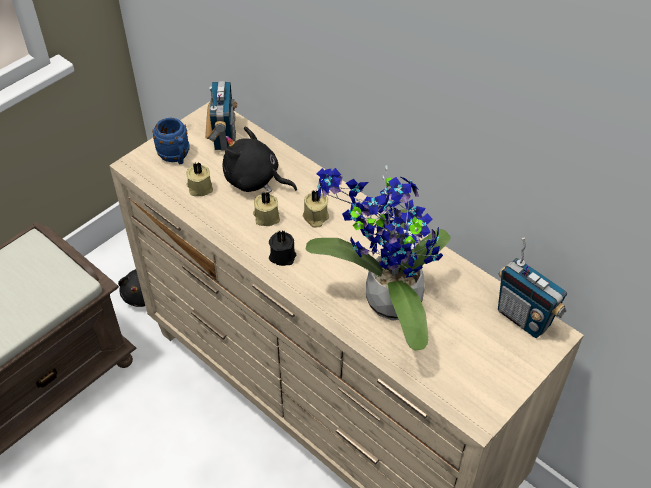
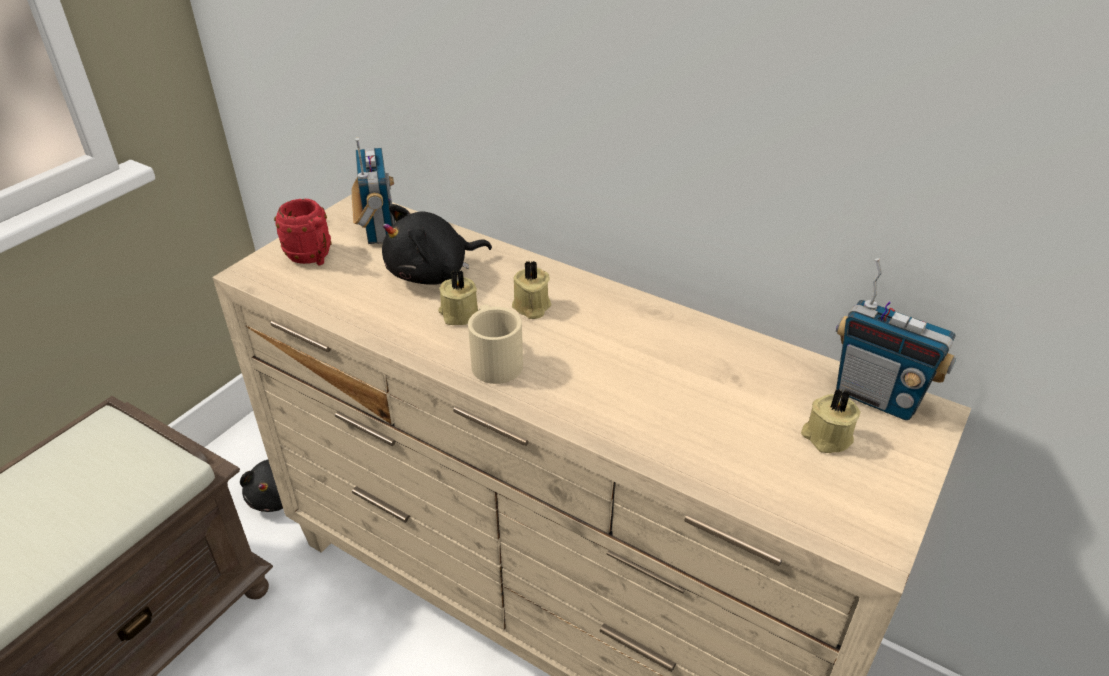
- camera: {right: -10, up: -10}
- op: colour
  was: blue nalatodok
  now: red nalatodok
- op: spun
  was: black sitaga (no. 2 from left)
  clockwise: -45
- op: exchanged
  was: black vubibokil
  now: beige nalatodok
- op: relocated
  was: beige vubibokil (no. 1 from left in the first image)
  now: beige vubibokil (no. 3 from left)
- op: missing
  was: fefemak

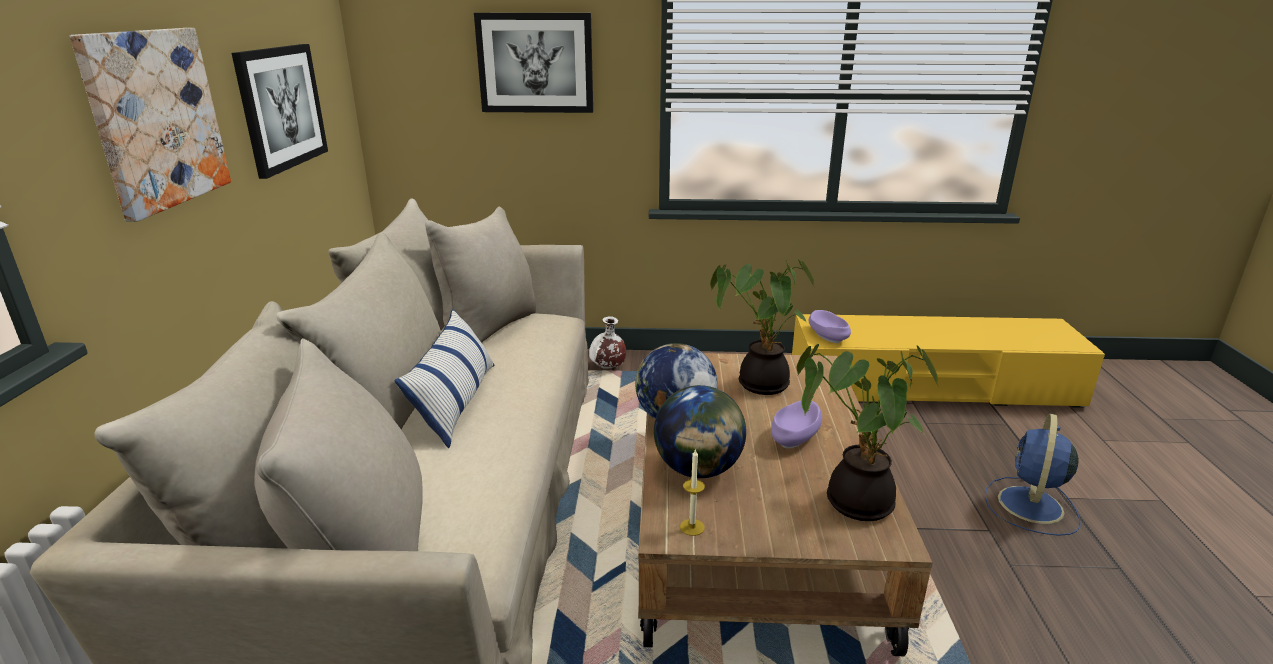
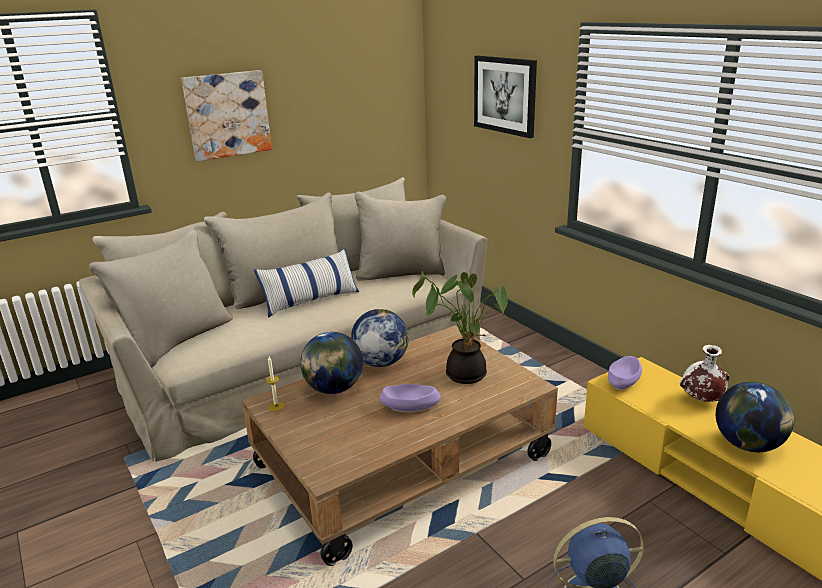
- camera: {right: 55, up: 0}
- op: relocated
  was: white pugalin
- op: appeared
  now: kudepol (no. 3 from left)
- op: missing
  was: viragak (no. 2 from left)
- op: missing
  was: fefemak (no. 2 from left)

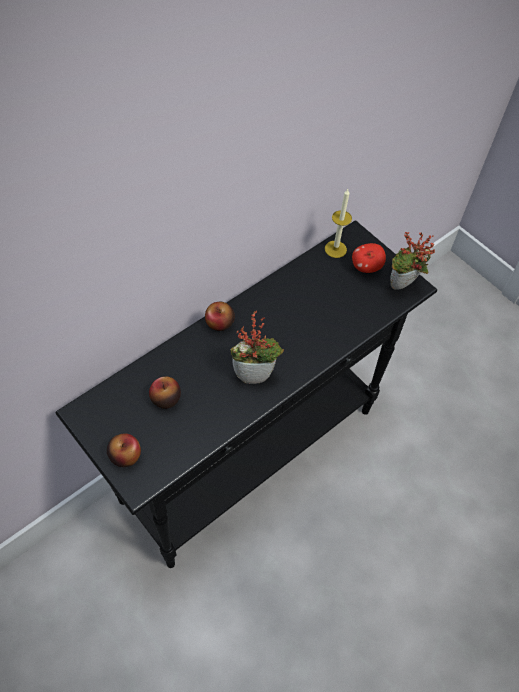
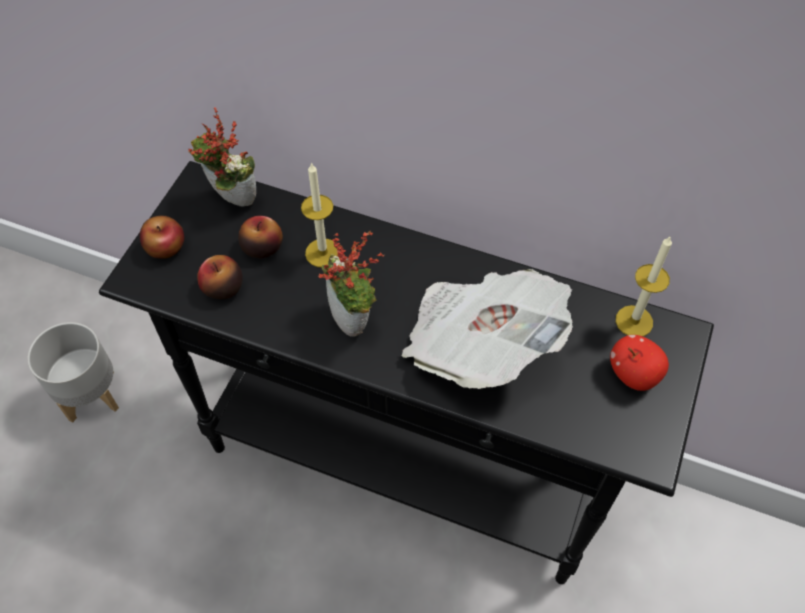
- camera: {right: 65, up: 0}
- op: appeared
  now: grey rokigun
- op: relocated
  was: fefemak (no. 2 from left in the first image)
  now: fefemak (no. 1 from left)
- op: relocated
  was: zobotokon (no. 3 from left in the first image)
  now: zobotokon (no. 2 from left)
- op: appeared
  now: vubibokil (no. 1 from left)
- op: appeared
  now: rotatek

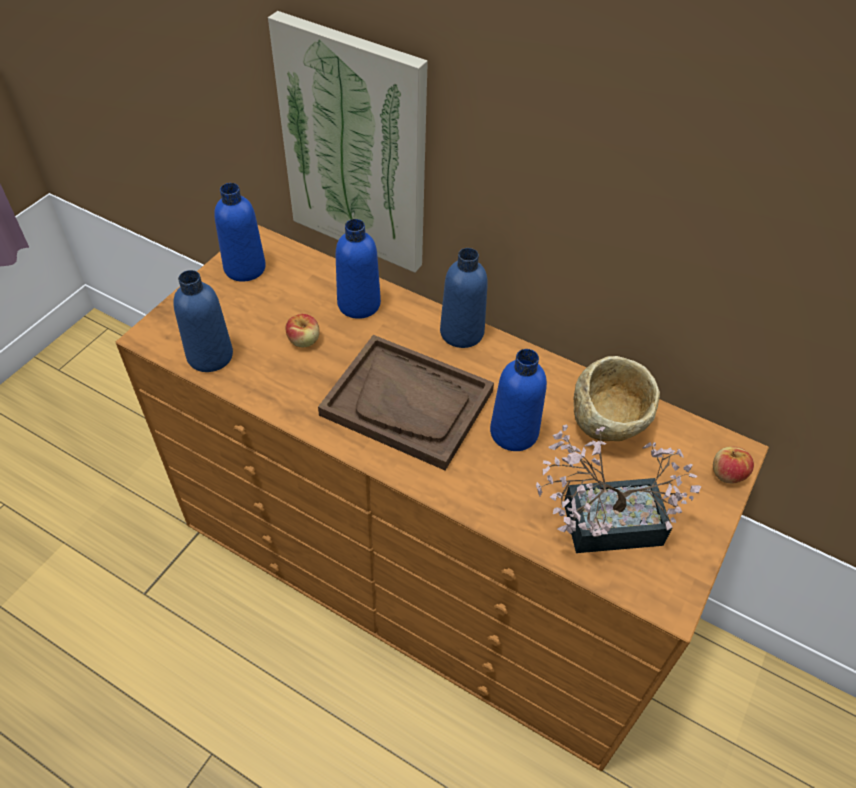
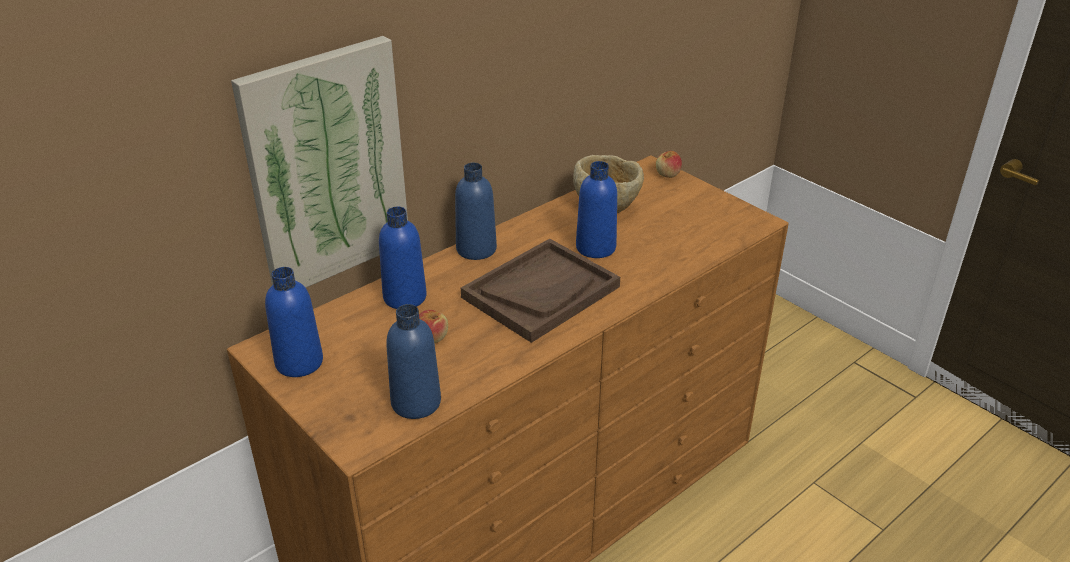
- camera: {right: -70, up: -15}
- op: missing
  was: fefemak

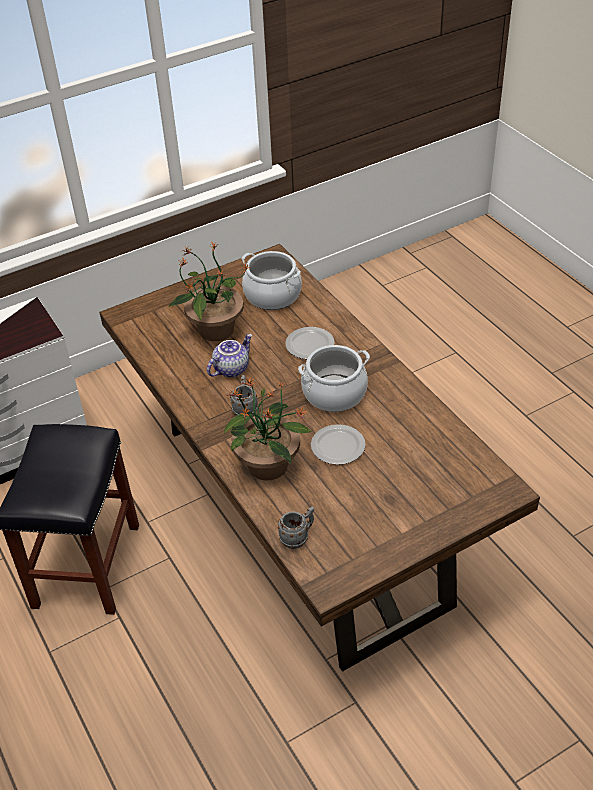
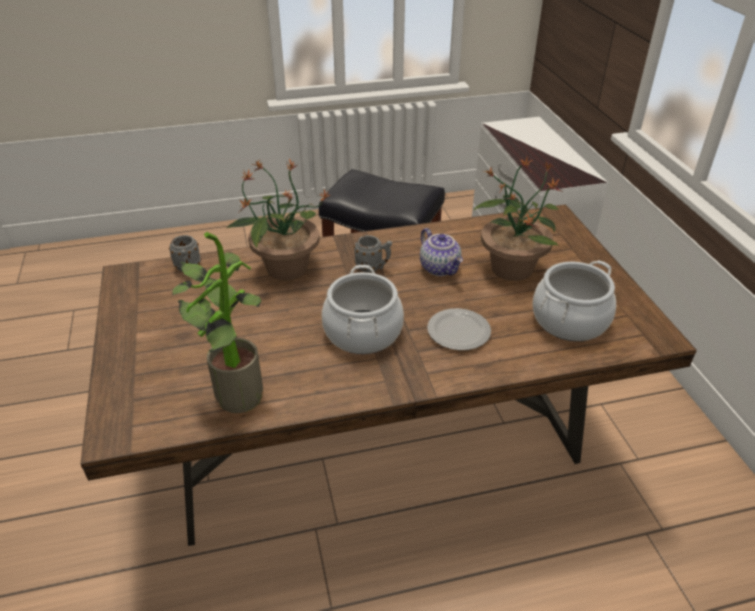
- camera: {right: 105, up: -5}
- op: appeared
  now: fefemak (no. 1 from left)
- op: missing
  was: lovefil (no. 2 from left)

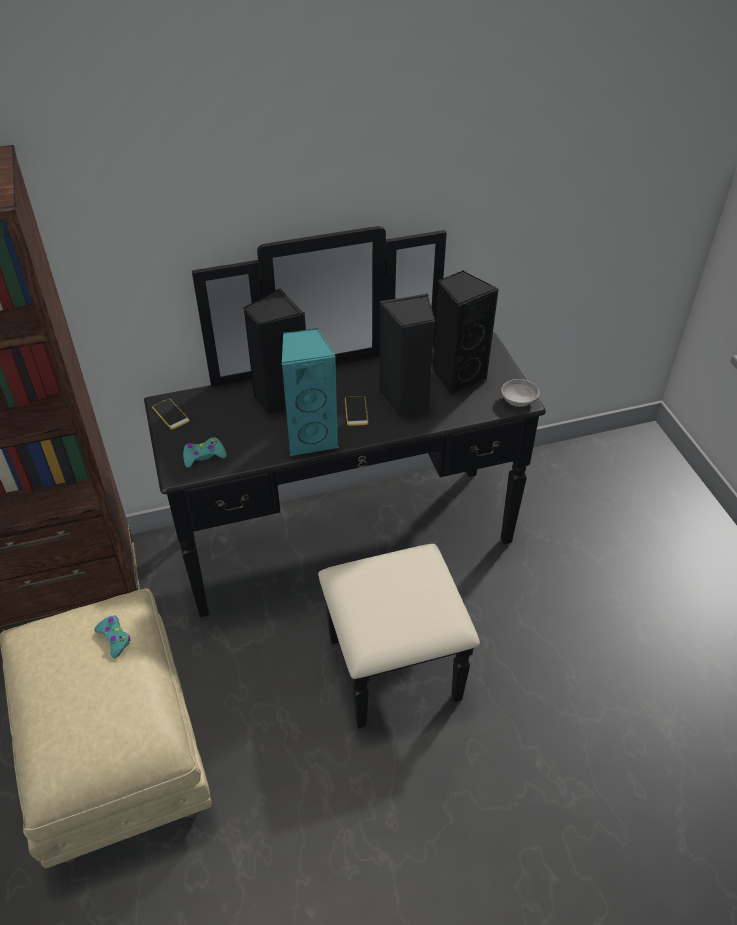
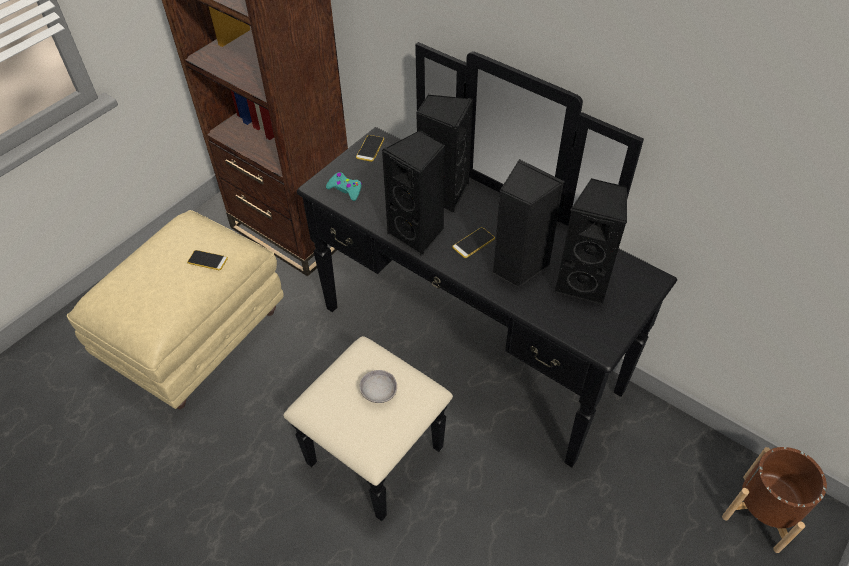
- camera: {right: 55, up: 5}
- op: exchanged
  was: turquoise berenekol (no. 1 from left)
  now: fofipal (no. 1 from left)
- op: relocated
  was: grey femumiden
- op: colour
  was: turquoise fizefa
  now: black fizefa (no. 1 from left)
- op: appeared
  now: brown rokigun

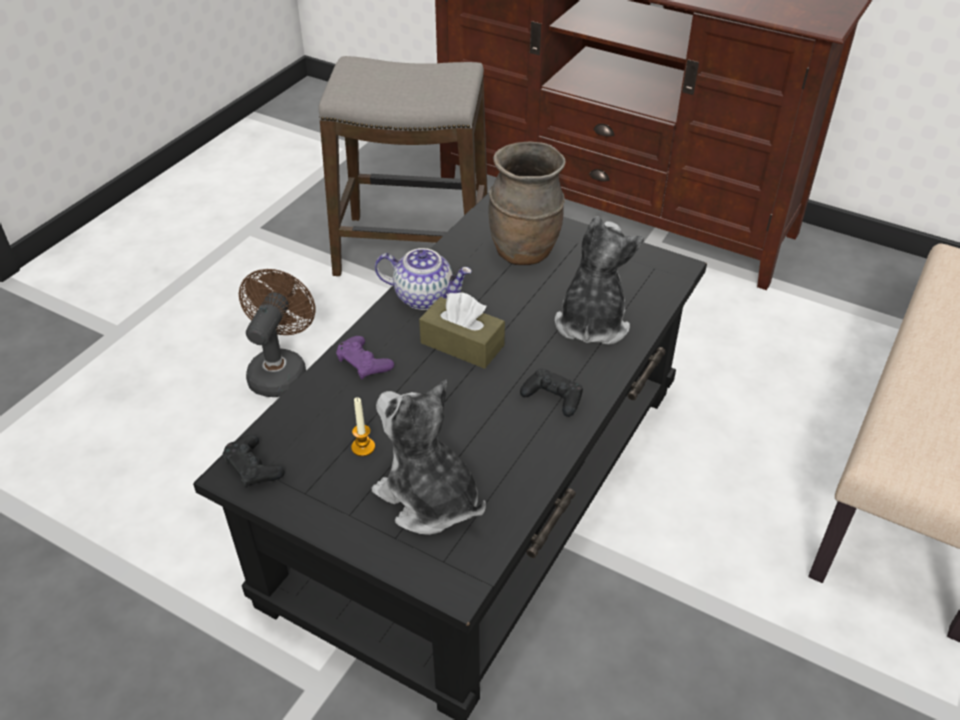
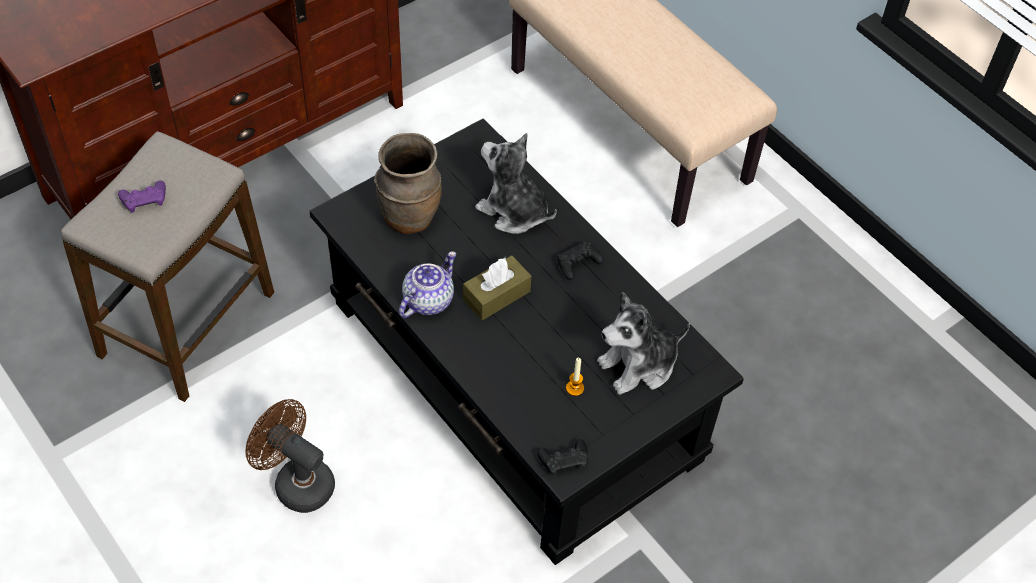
- camera: {right: -70, up: 10}
- op: relocated
  was: purple berenekol

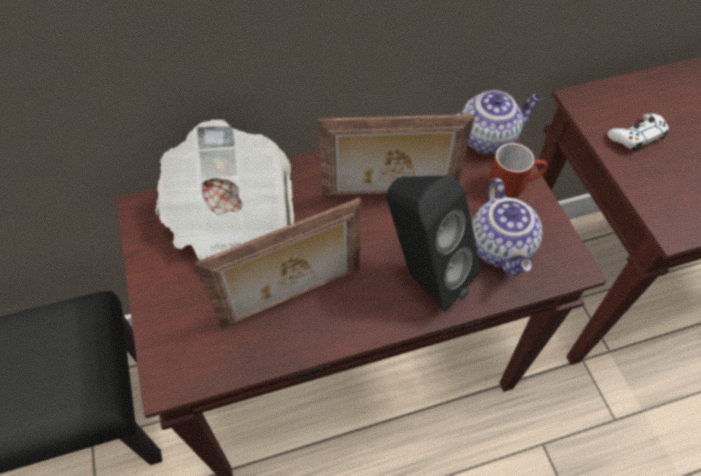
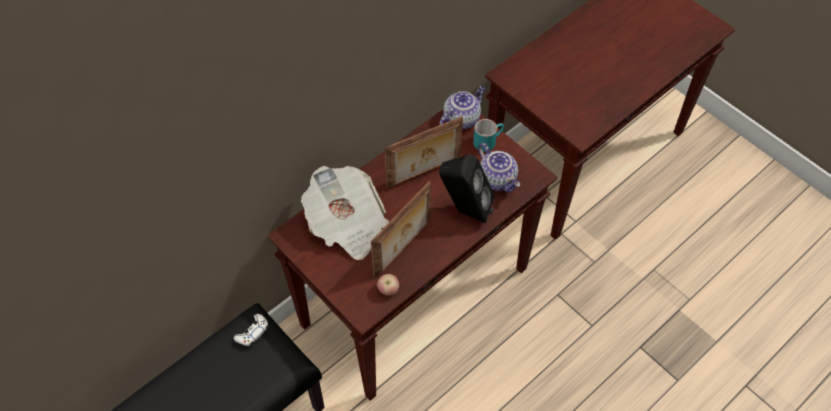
- camera: {right: -25, up: 0}
- op: relocated
  was: white berenekol
- op: appeared
  now: zobotokon
- op: colour
  was: red nalatodok
  now: turquoise nalatodok

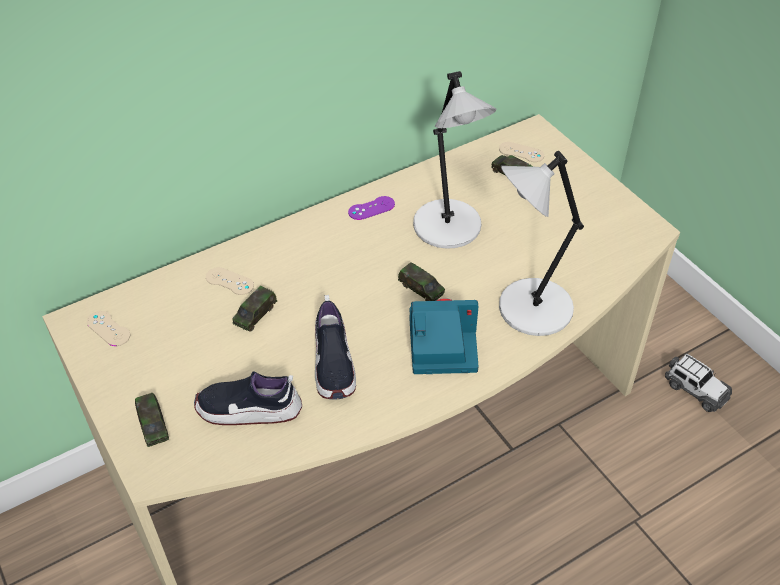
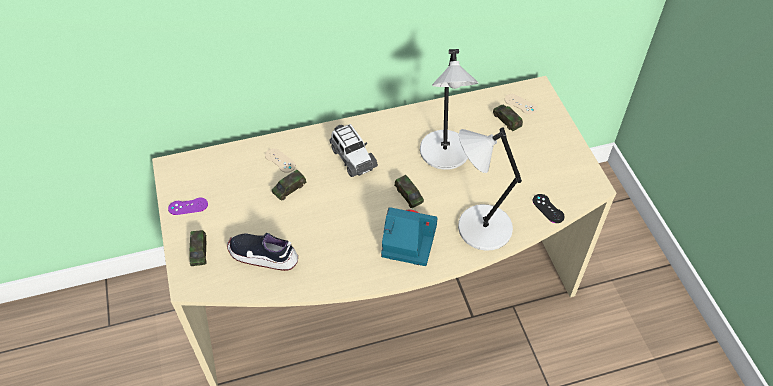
- camera: {right: 15, up: 5}
- op: relocated
  was: purple berenekol
- op: relocated
  was: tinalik (no. 5 from left in the first image)
  now: tinalik (no. 3 from left)
- op: appeared
  now: black berenekol
- op: missing
  was: beige berenekol (no. 1 from left)
- op: missing
  was: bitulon (no. 2 from left)

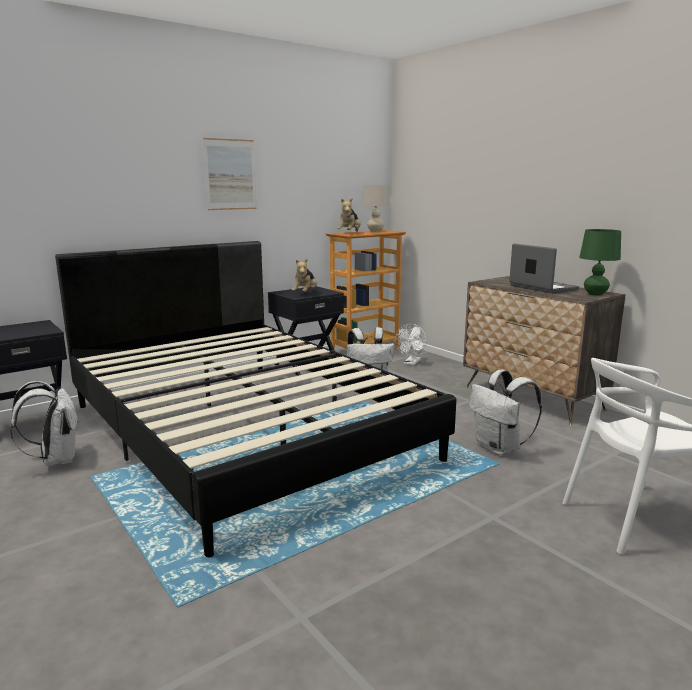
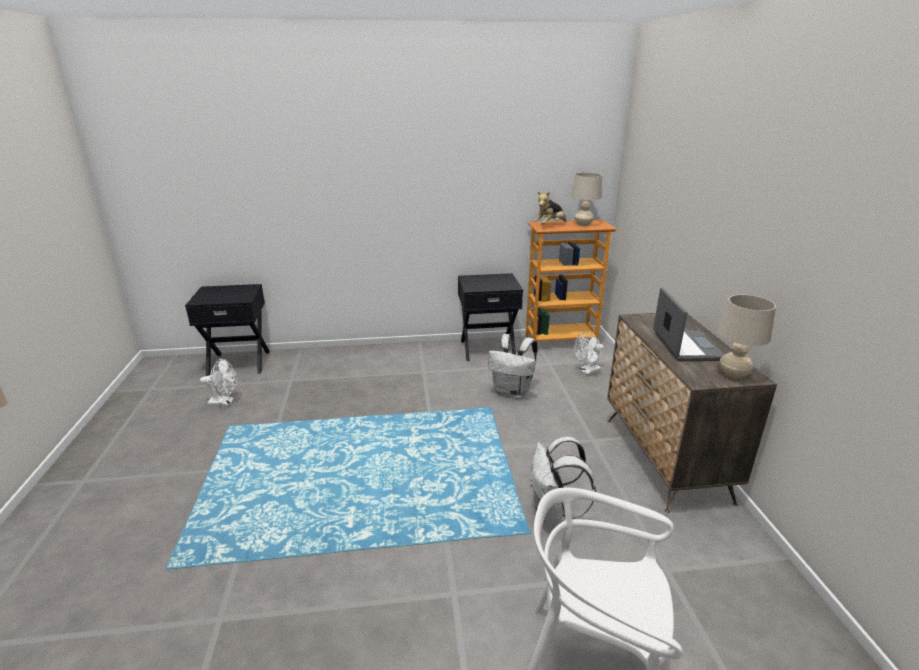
- camera: {right: 30, up: 10}
- op: exchanged
  was: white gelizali (no. 1 from left)
  now: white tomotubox (no. 1 from left)
- op: colour
  was: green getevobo
  now: beige getevobo (no. 2 from left)
- op: missing
  was: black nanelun
- op: missing
  was: viragak
- op: missing
  was: sitaga (no. 1 from left)

